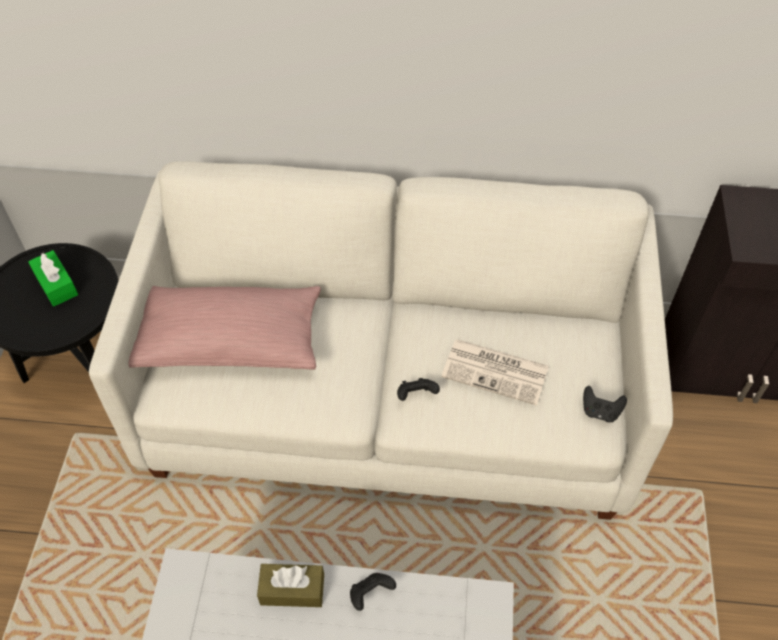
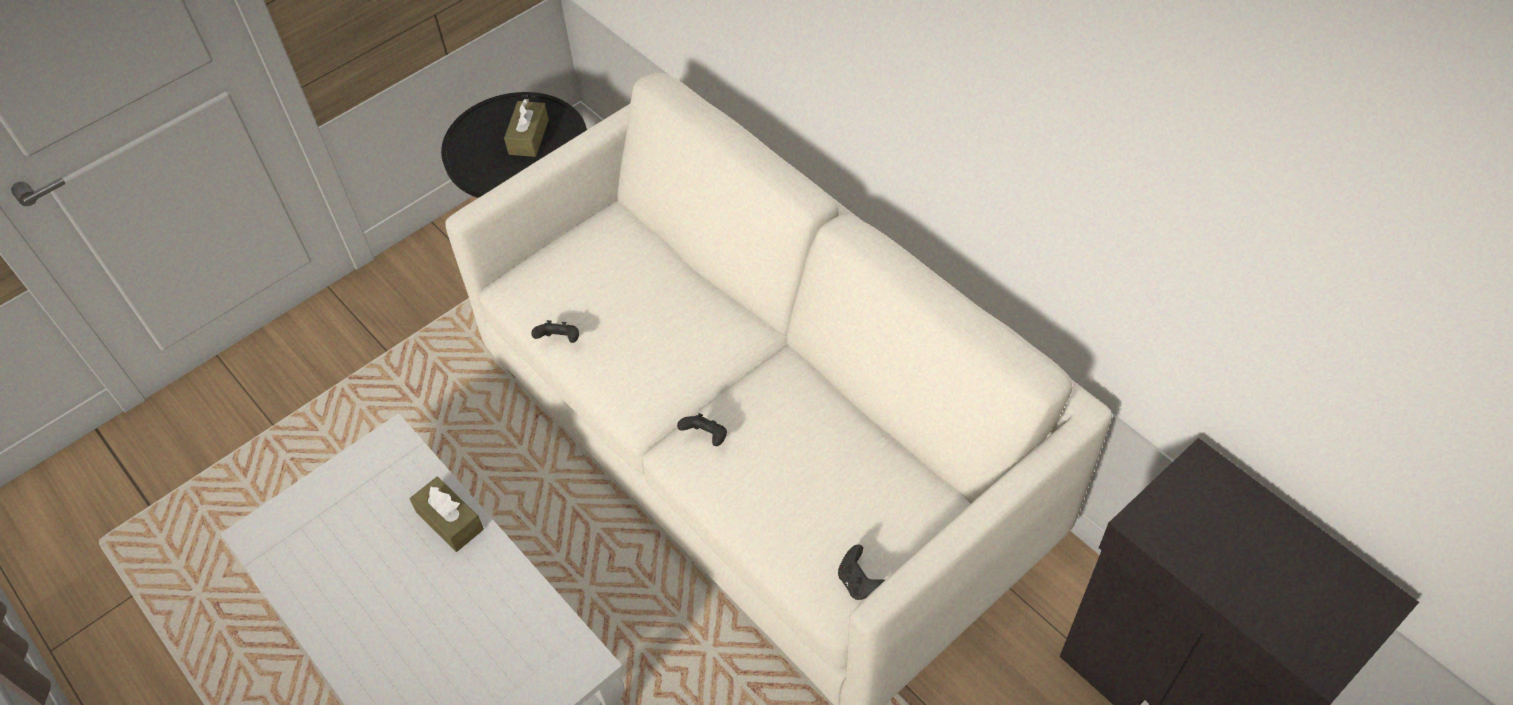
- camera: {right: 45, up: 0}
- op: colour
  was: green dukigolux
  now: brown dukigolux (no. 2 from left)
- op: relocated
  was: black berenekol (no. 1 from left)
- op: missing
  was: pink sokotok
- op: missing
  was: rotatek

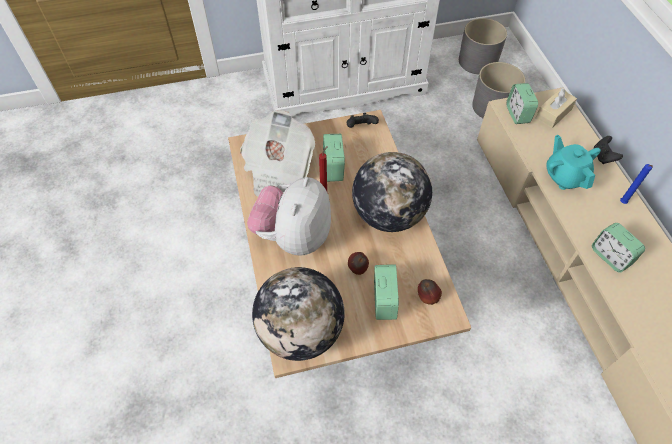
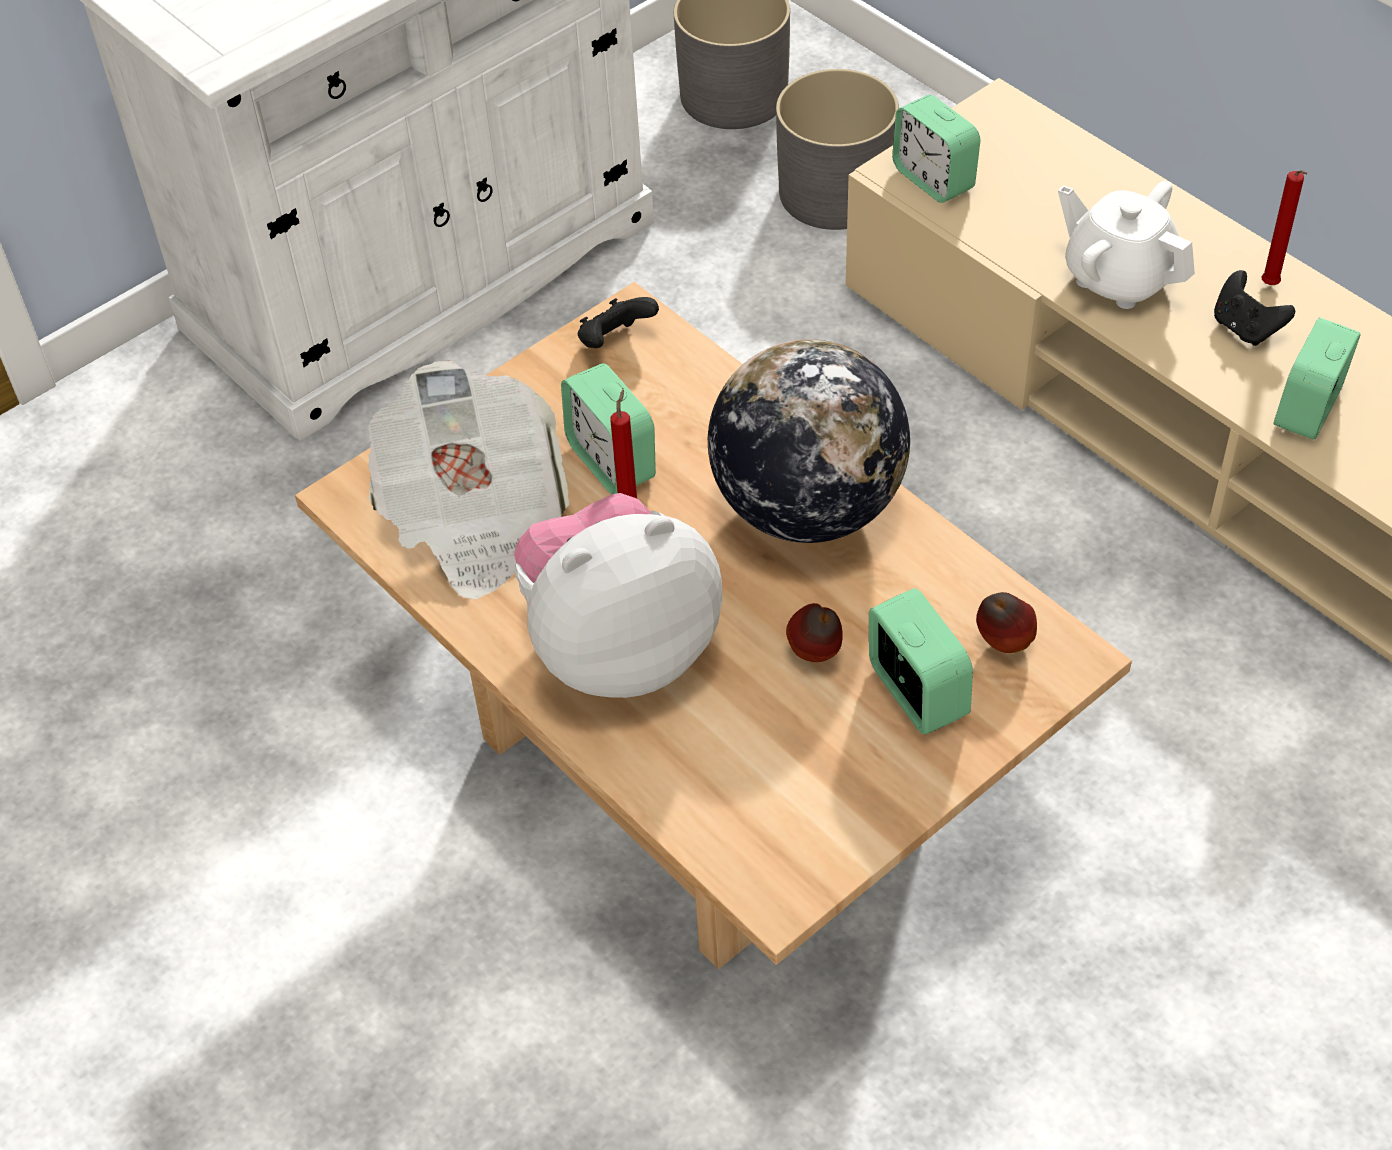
- camera: {right: -25, up: -5}
- op: spun
  was: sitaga
  clockwise: 75
- op: colour
  was: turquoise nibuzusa
  now: white nibuzusa
- op: relocated
  was: black berenekol (no. 2 from left)
- op: colour
  was: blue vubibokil
  now: red vubibokil (no. 2 from left)
- op: spun
  was: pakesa (no. 4 from left)
  clockwise: 90
- op: missing
  was: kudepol (no. 1 from left)
- op: missing
  was: beige dukigolux

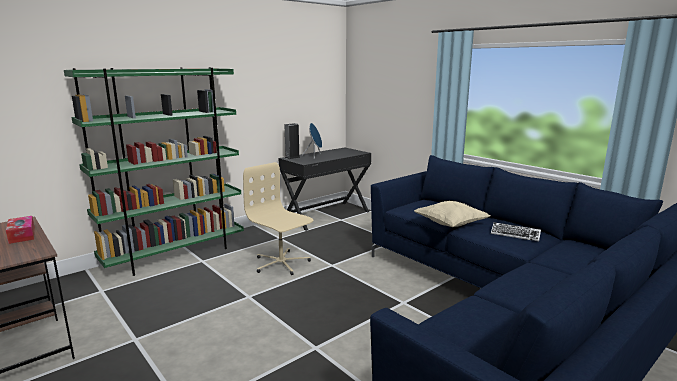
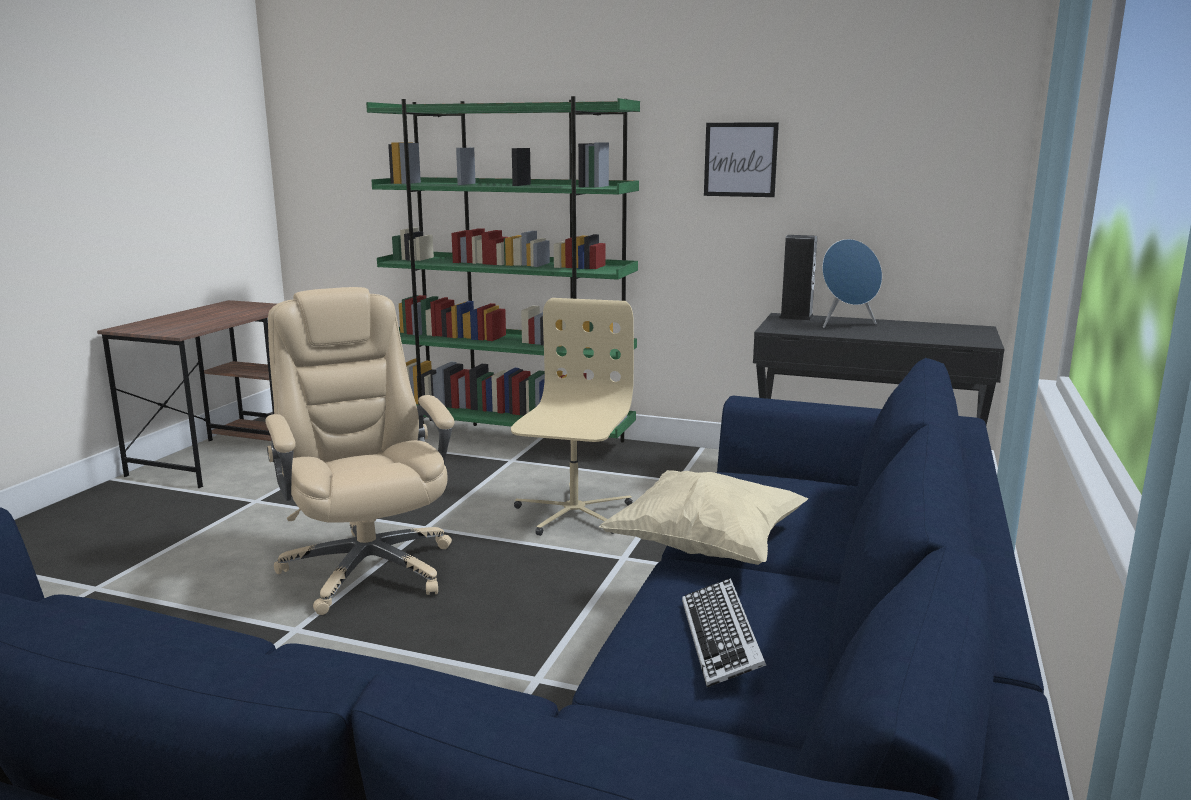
- camera: {right: 60, up: 0}
- op: appeared
  now: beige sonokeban (no. 1 from left)
- op: appeared
  now: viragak
- op: missing
  was: dukigolux

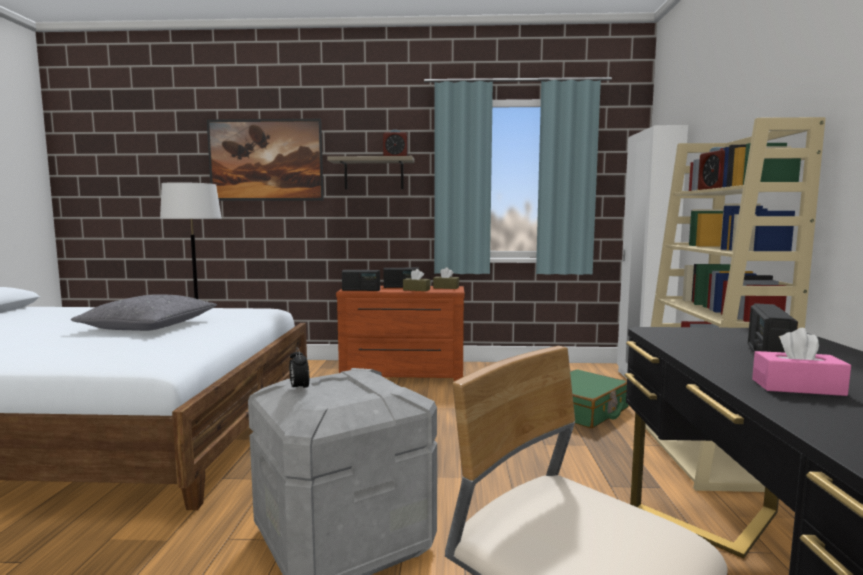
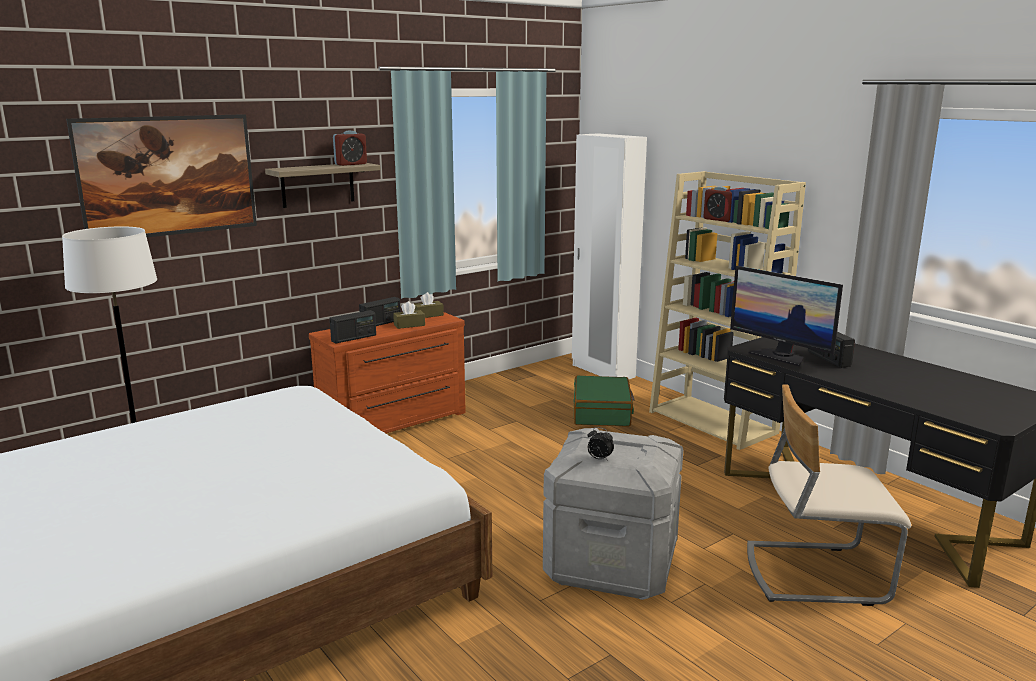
- camera: {right: -40, up: 10}
- op: appeared
  now: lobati
- op: missing
  was: grey sokotok
- op: missing
  was: pink dukigolux

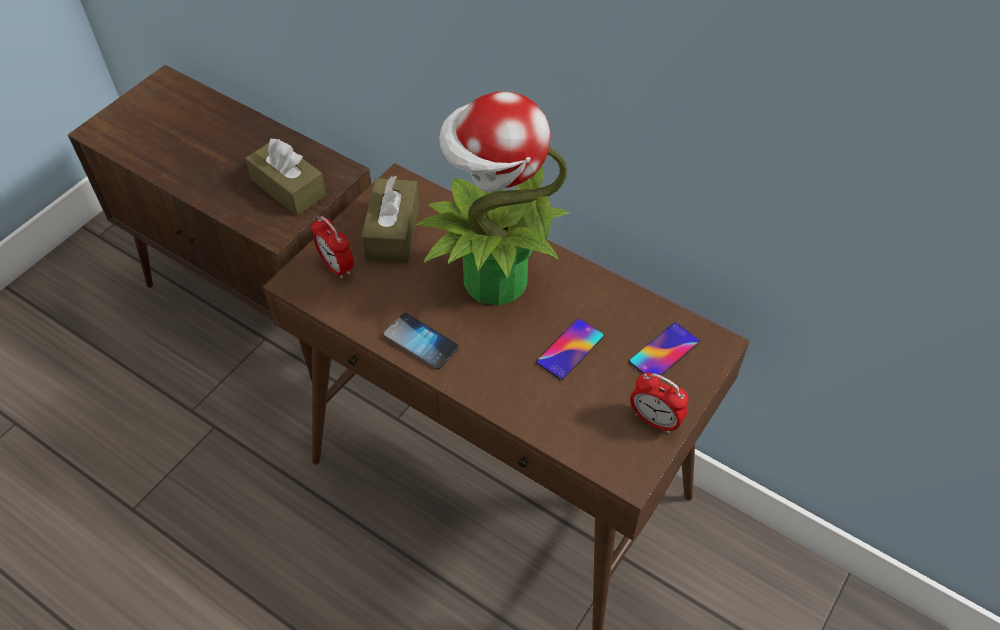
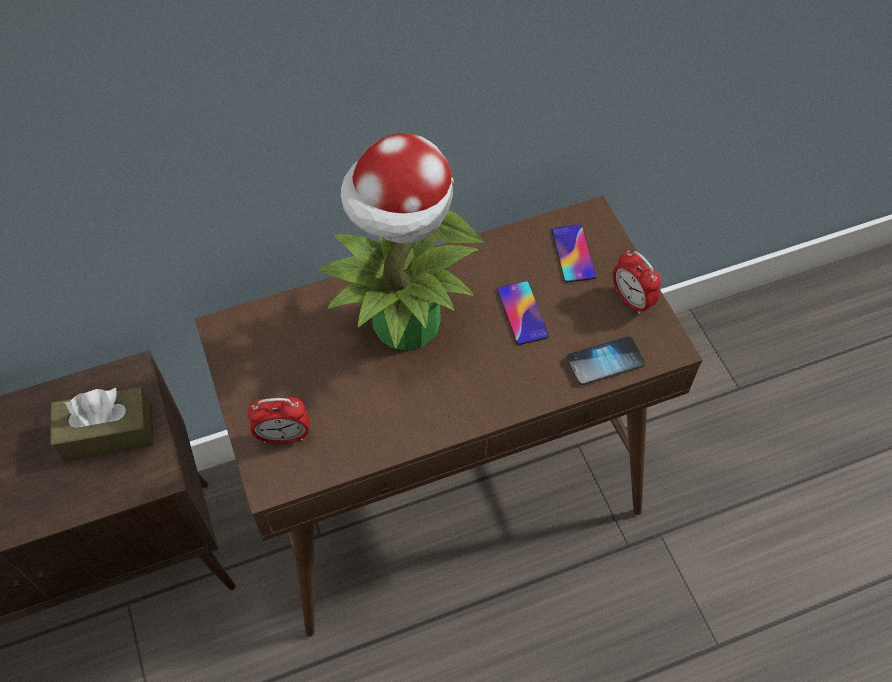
- camera: {right: -55, up: 5}
- op: relocated
  was: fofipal (no. 1 from left in the first image)
  now: fofipal (no. 3 from left)
- op: spun
  was: pakesa (no. 2 from left)
  clockwise: 75
- op: missing
  was: brown dukigolux (no. 2 from left)

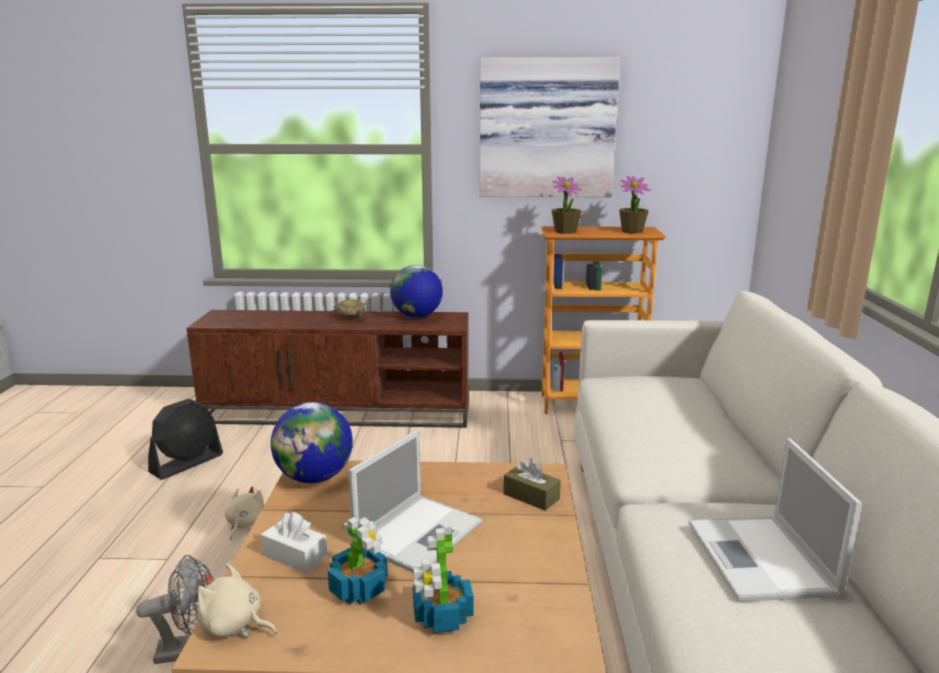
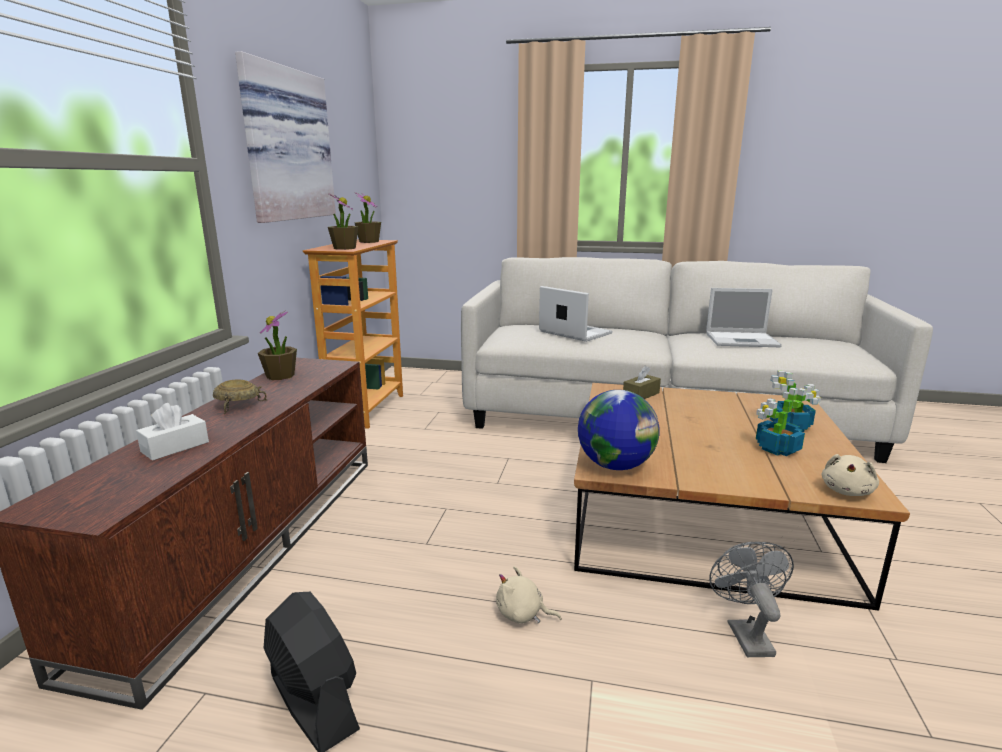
- camera: {right: -80, up: 0}
- op: relocated
  was: white dukigolux
- op: exchanged
  was: kudepol (no. 2 from left)
  now: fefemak (no. 1 from left)
- op: relocated
  was: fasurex (no. 1 from left)

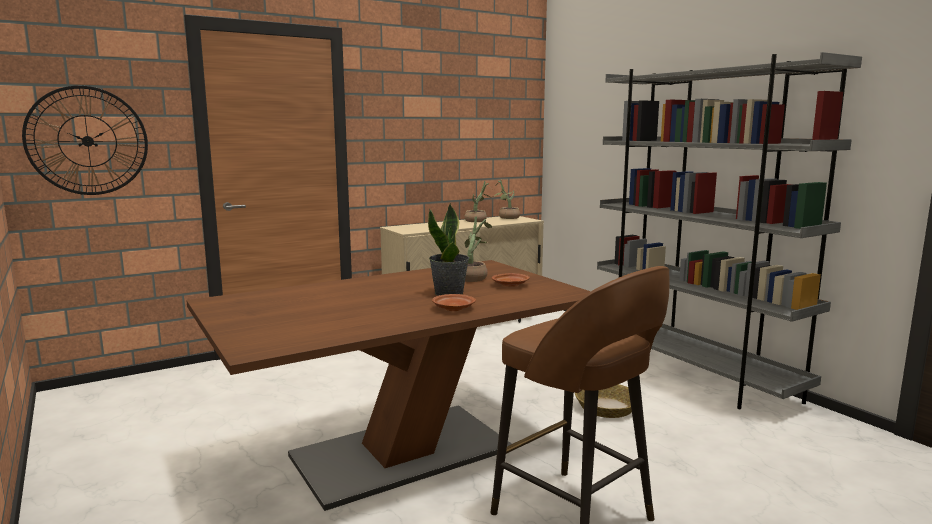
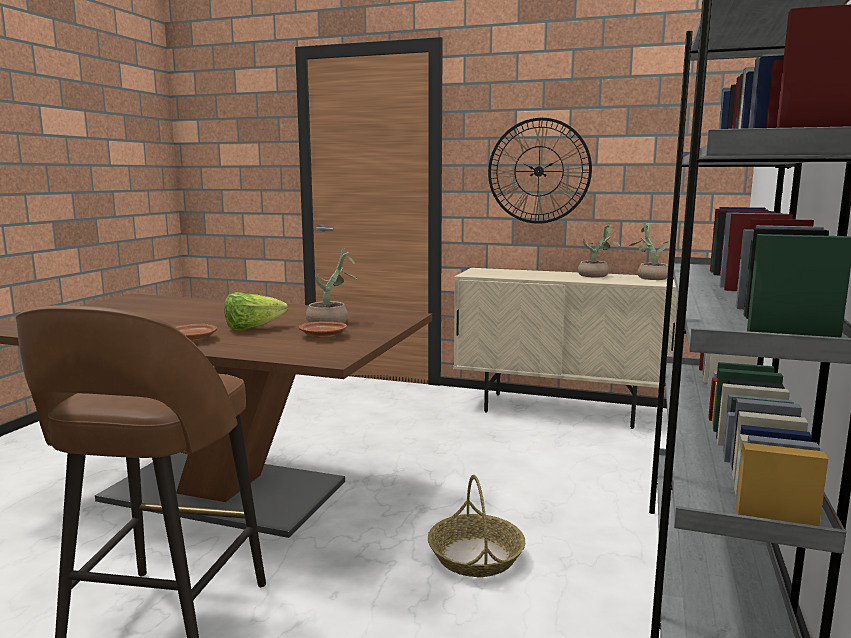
- camera: {right: 50, up: 0}
- op: exchanged
  was: fefemak (no. 1 from left)
  now: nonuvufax
- op: relocated
  was: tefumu

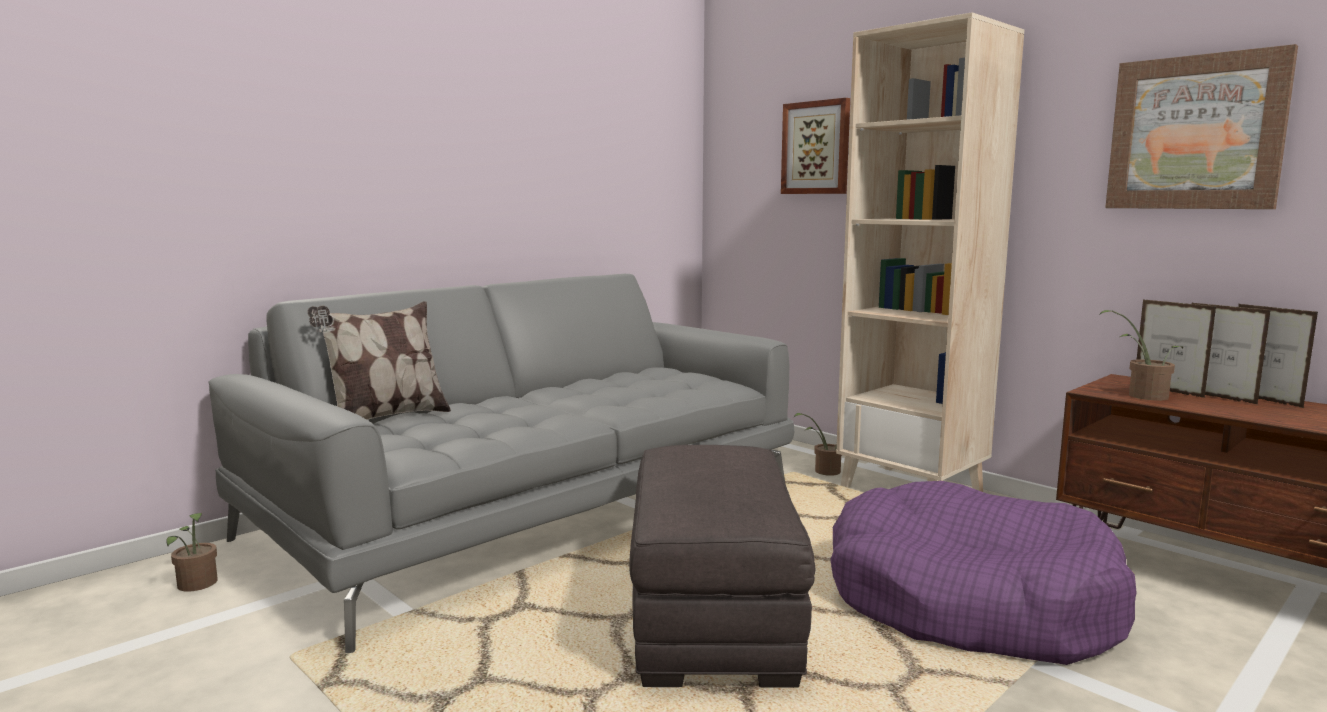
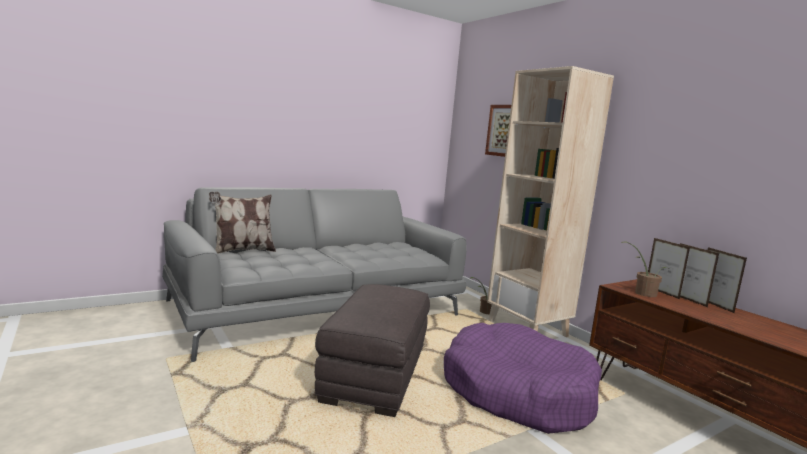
- camera: {right: 10, up: 0}
- op: missing
  was: fefemak (no. 1 from left)
- op: missing
  was: viragak (no. 2 from left)

